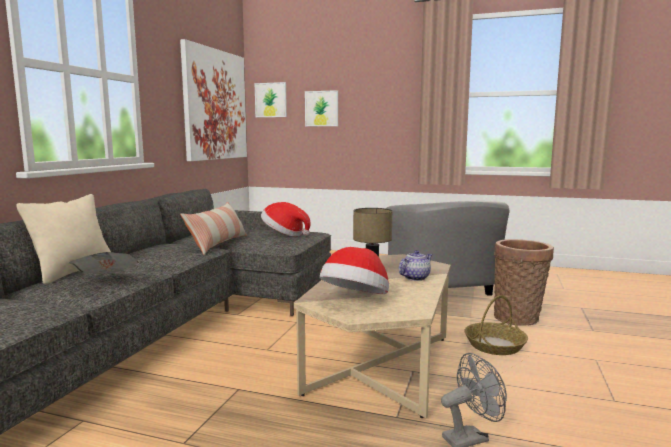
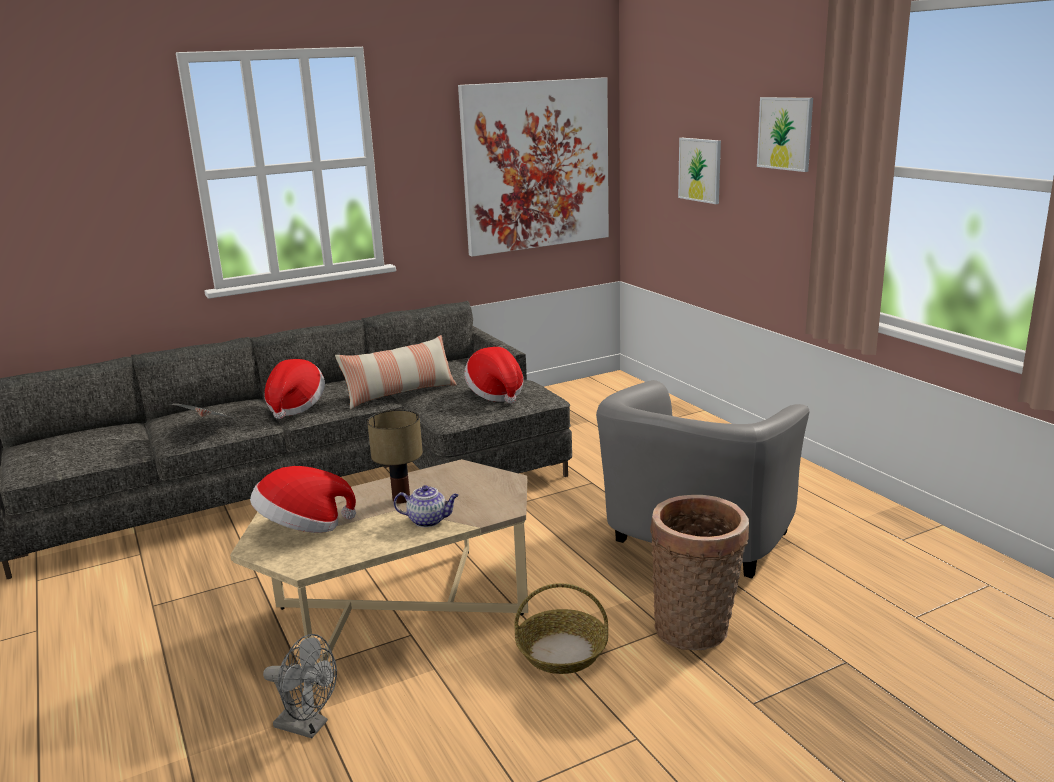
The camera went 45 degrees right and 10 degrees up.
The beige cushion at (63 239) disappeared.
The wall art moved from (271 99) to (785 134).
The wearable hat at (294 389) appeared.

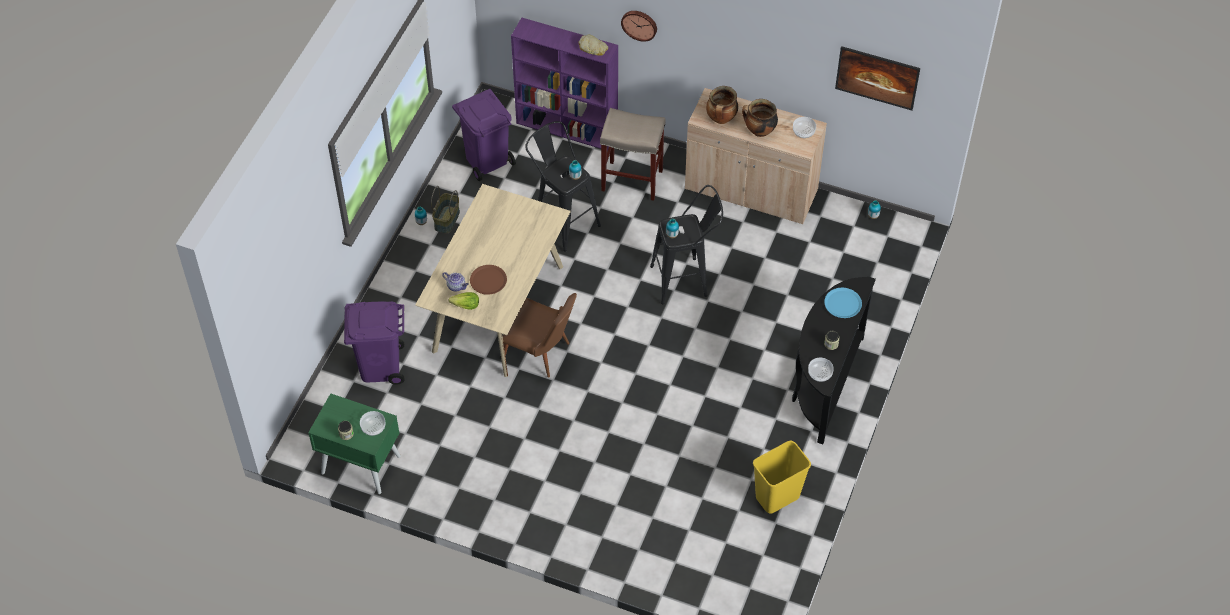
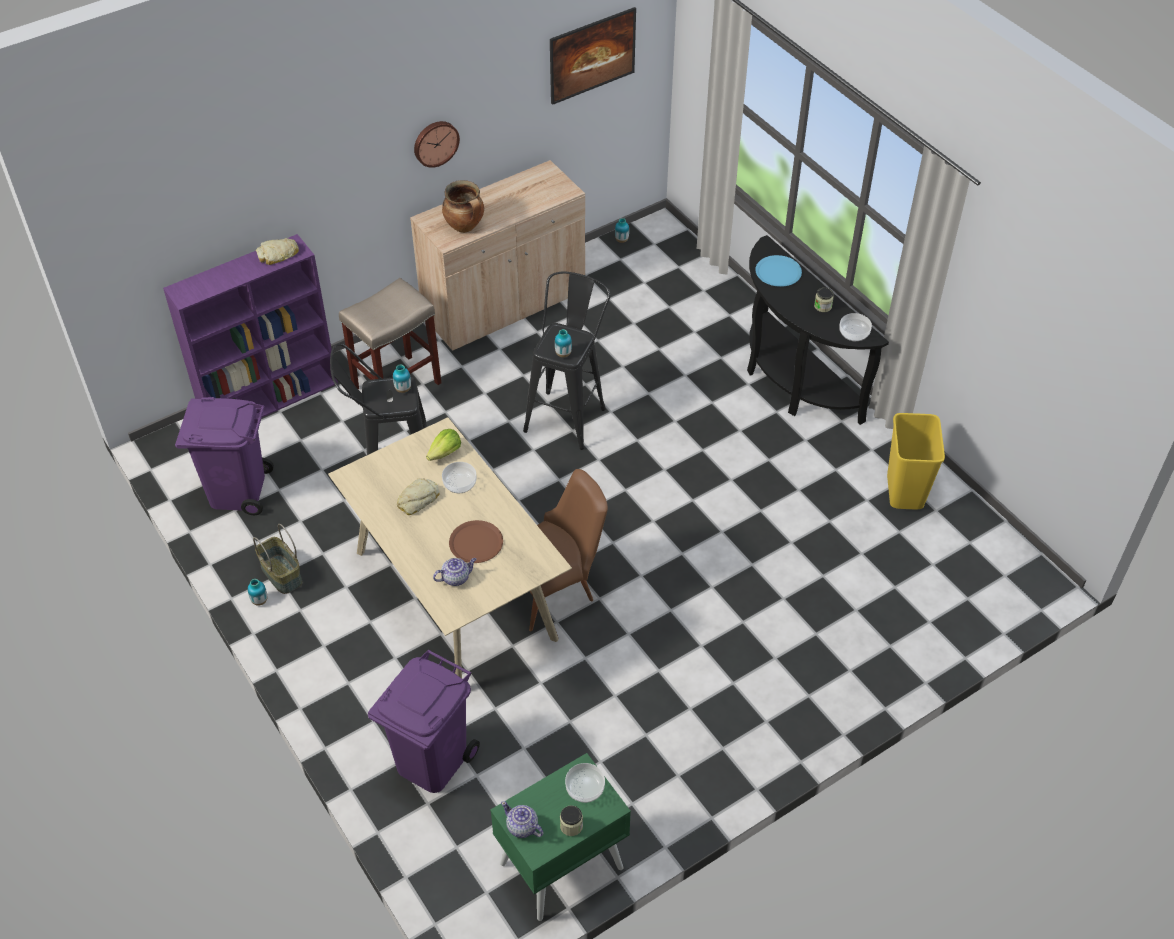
The camera went 55 degrees left and 5 degrees down.
The lettuce head moved from (463 301) to (443 445).
The hanging clock moved from (639 26) to (437 144).
The cooking pot at (760 118) disappeared.
The serving bowl moved from (804 127) to (459 477).
The bakery bread at (418 496) appeared.
The pot for tea at (522 819) appeared.

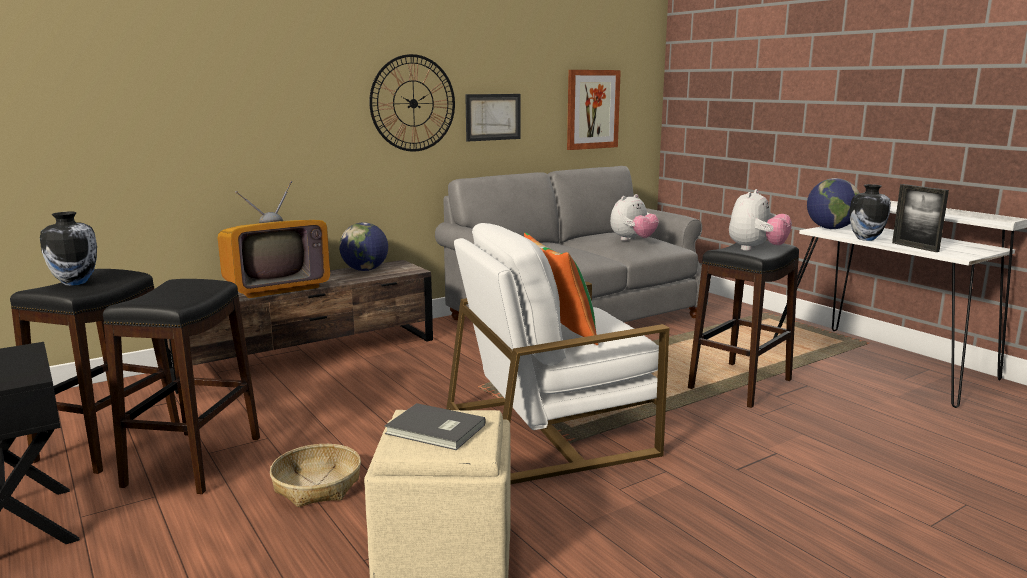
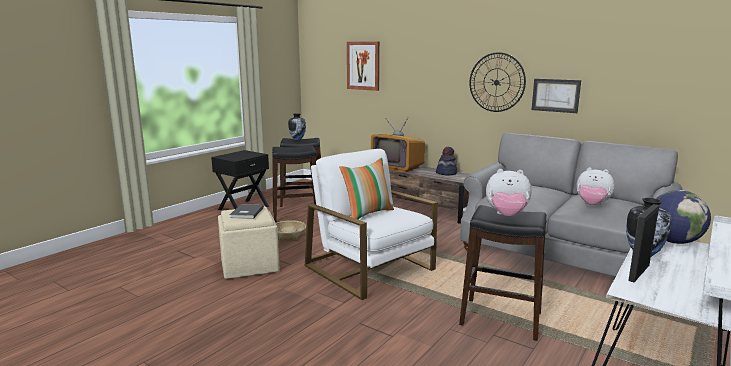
The camera went 70 degrees right and 0 degrees up.
The desk globe at (363 246) was replaced by the wearable hat at (446 161).
The wall art moved from (594 110) to (363 66).

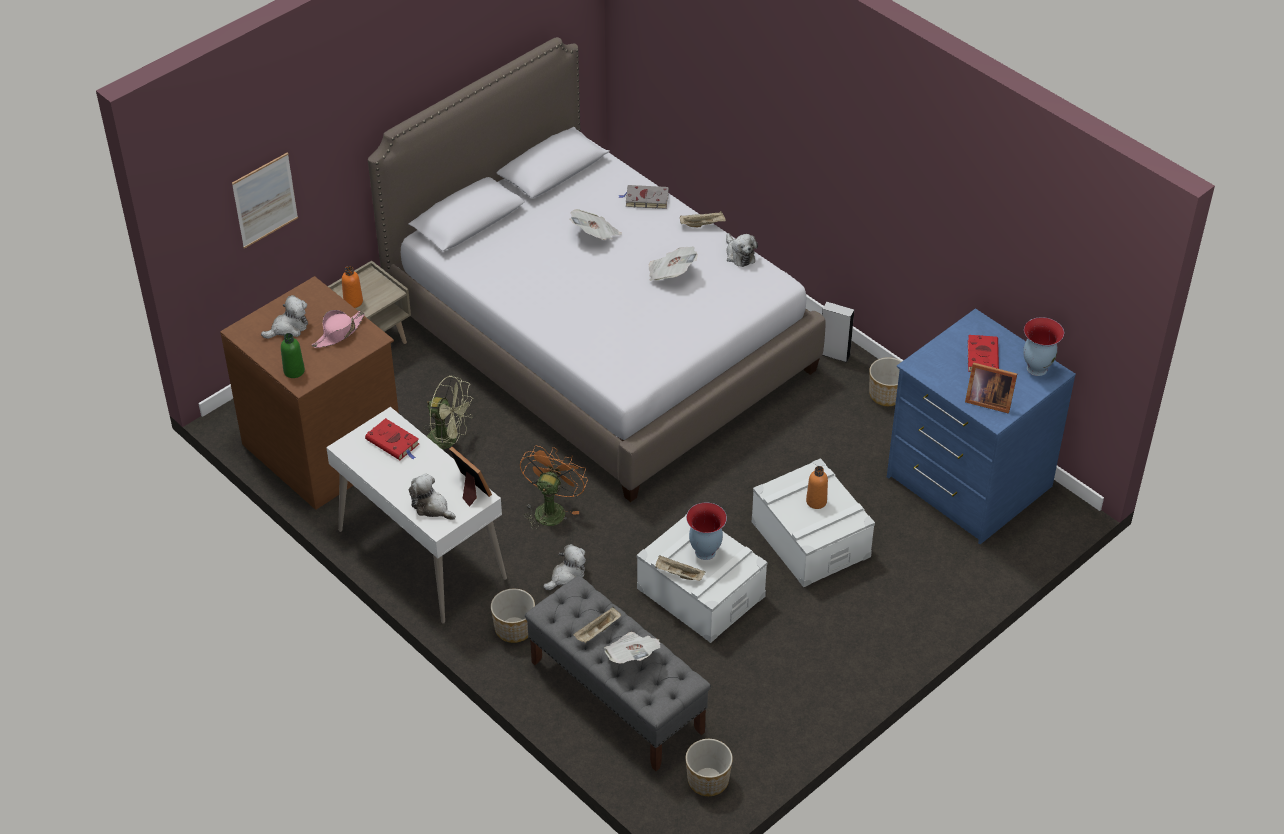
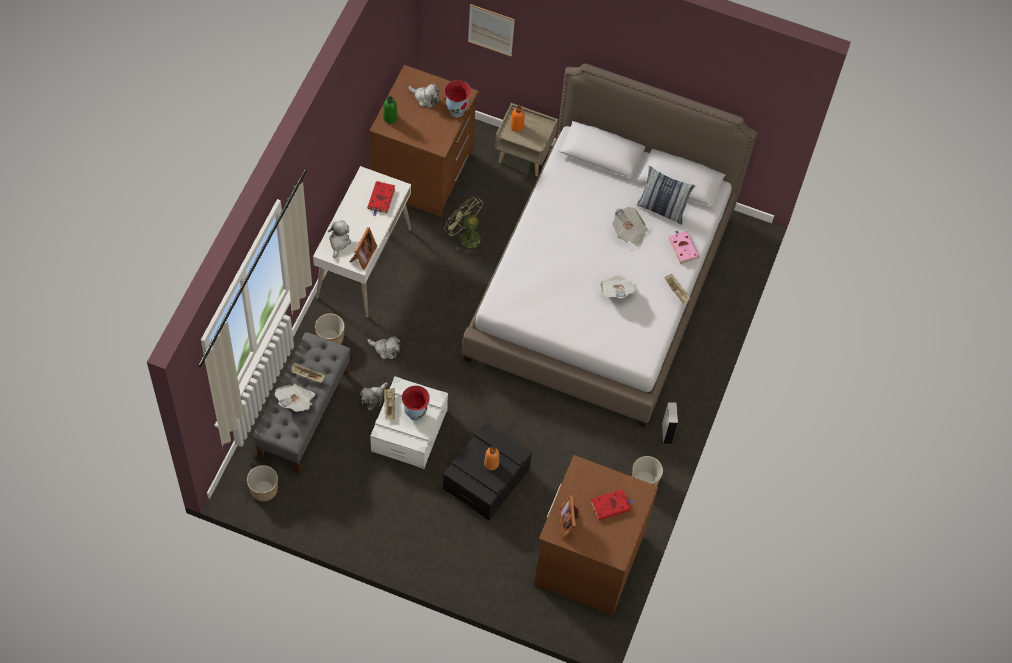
The camera went 60 degrees right and 15 degrees up.
The pink wearable hat at (338 329) disappeared.
The green-coloured electric fan at (448 412) turned 135 degrees clockwise.
The orange electric fan at (554 488) disappeared.
The grey book at (644 197) became the pink book at (684 247).
The soft toy moved from (742 250) to (374 396).
The white storage box at (813 522) became the black storage box at (487 471).
The blue dresser at (981 426) became the brown-coloured dresser at (596 535).
The decorative vase moved from (1043 346) to (457 98).
The cushion at (666 195) appeared.

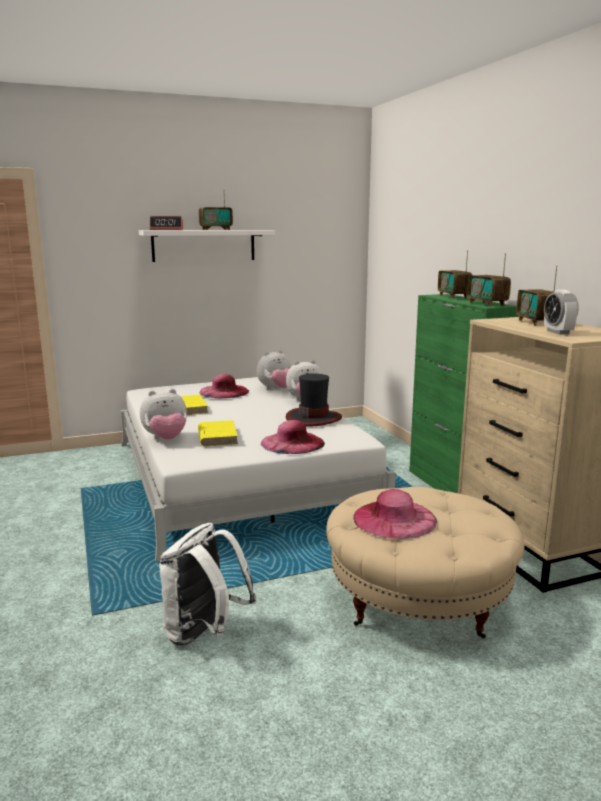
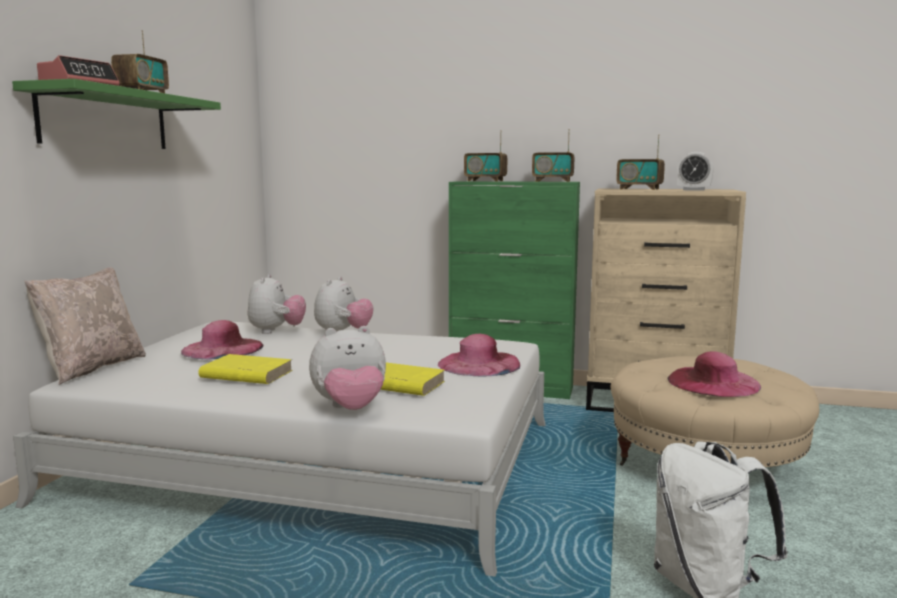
The camera went 55 degrees left and 5 degrees down.
The white bracket shelf at (207 246) became the green-coloured bracket shelf at (116 114).
The soft toy at (163 414) turned 60 degrees clockwise.
The wearable hat at (314 400) disappeared.
The beige cushion at (85 326) appeared.

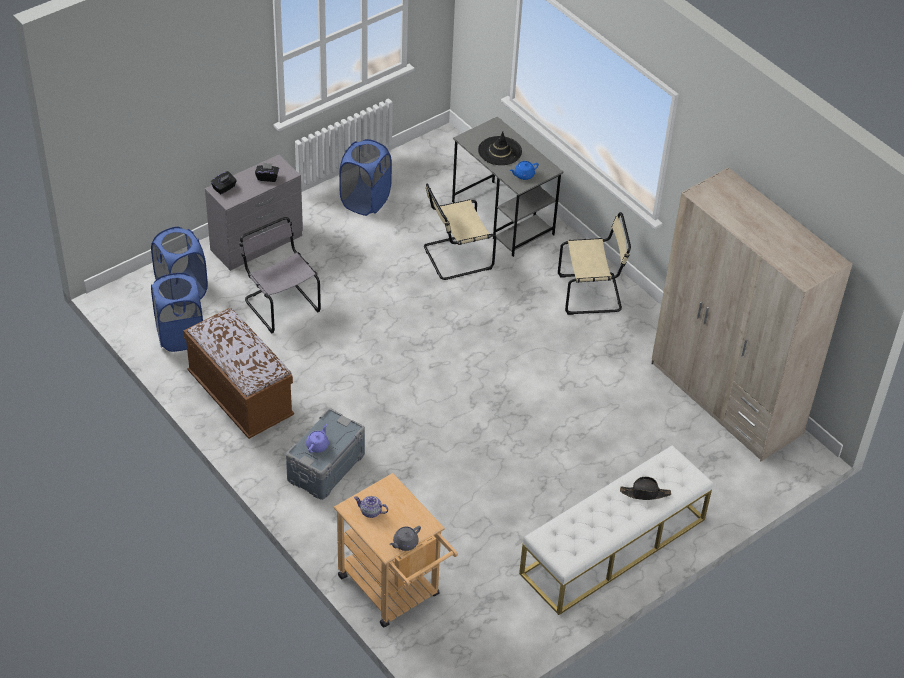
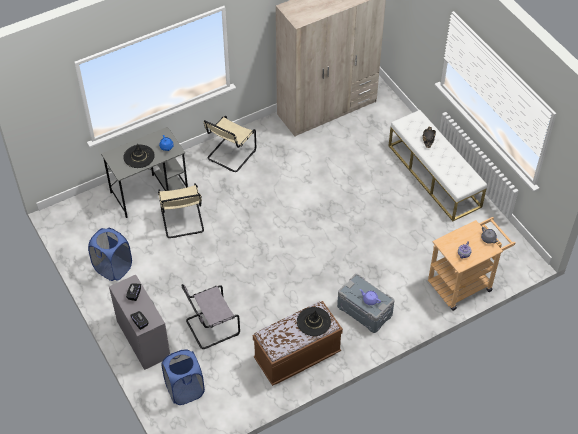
The camera went 80 degrees left and 5 degrees up.
The blue laundry basket at (177 312) disappeared.
The beige upright chair at (594 263) turned 150 degrees counterclockwise.
The black wearable hat at (314 321) appeared.

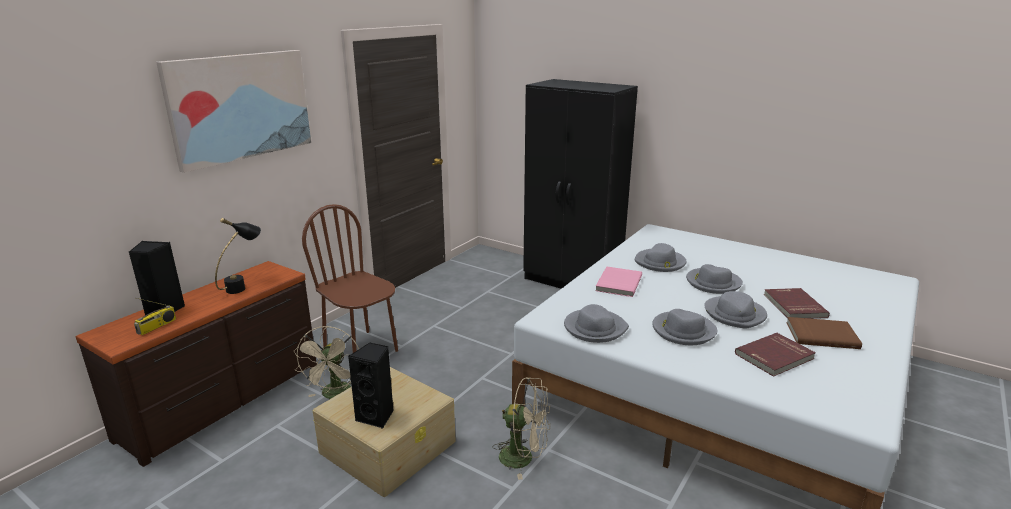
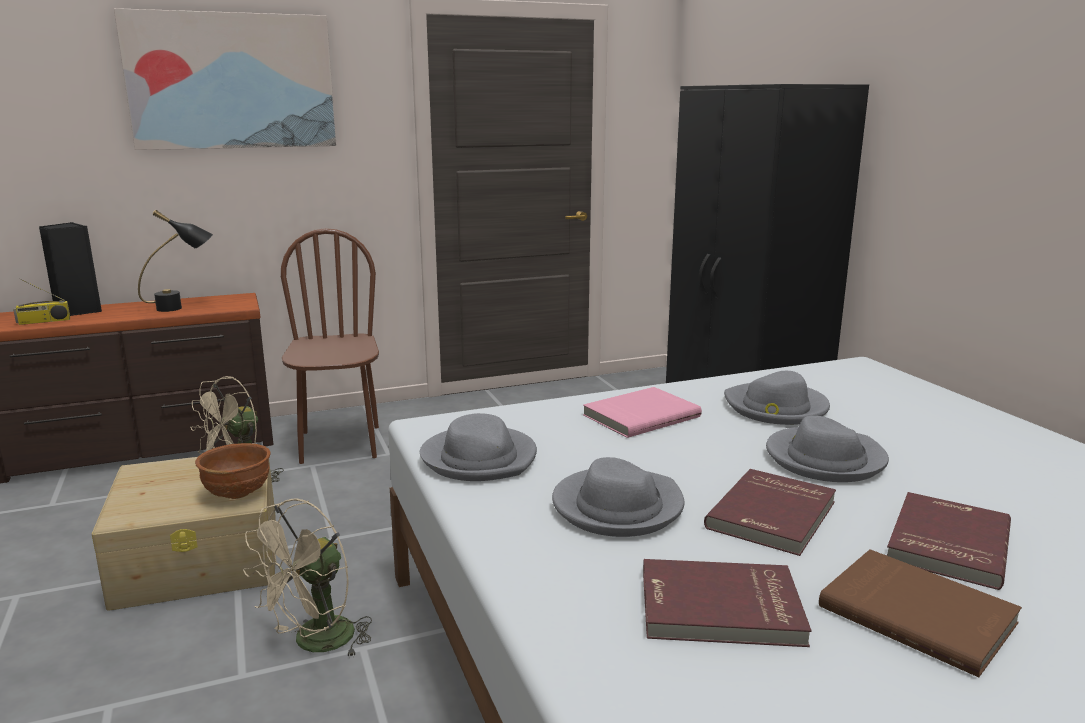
The camera went 35 degrees right and 5 degrees down.
The black audio speaker at (371 385) disappeared.
The beige electric fan at (521 428) turned 75 degrees clockwise.
The grey wearable hat at (735 310) was replaced by the reddish book at (770 512).
The brown-coloured serving bowl at (233 471) appeared.

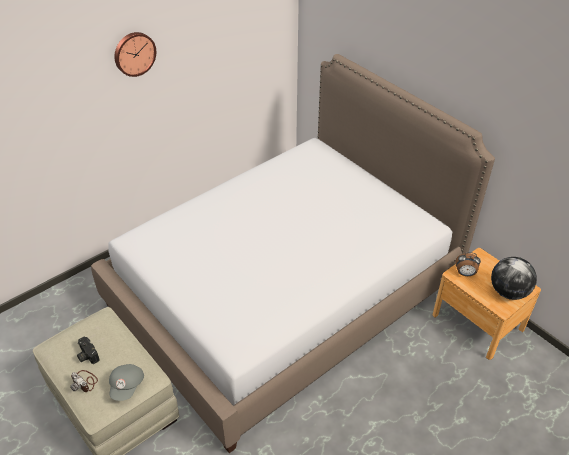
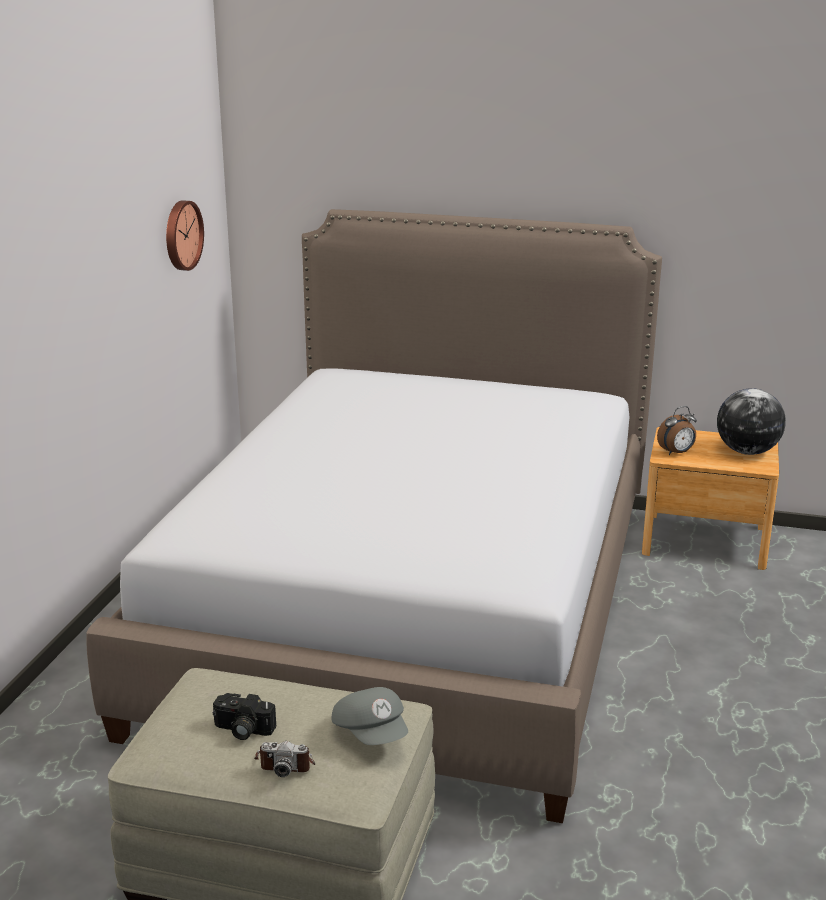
The camera went 35 degrees left and 20 degrees down.
The hanging clock moved from (135 54) to (185 235).

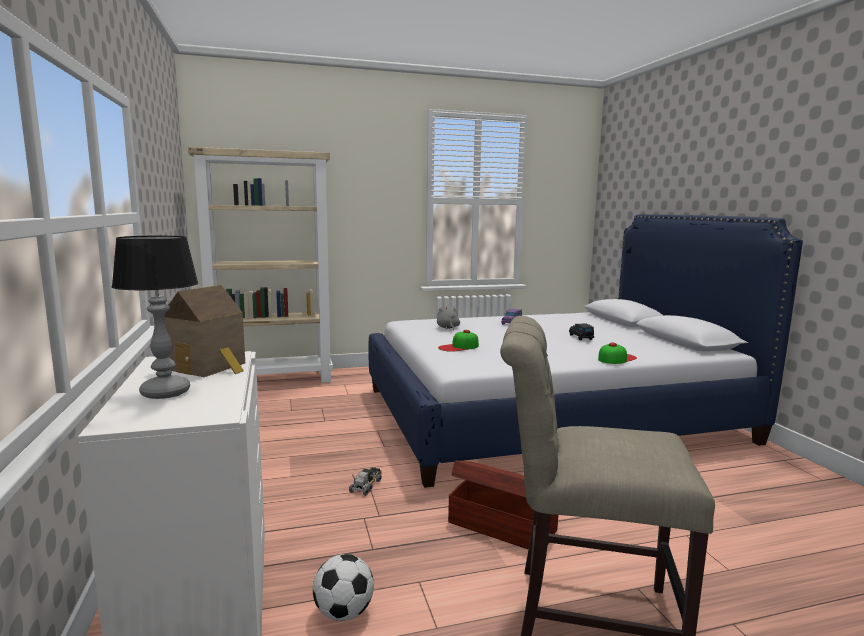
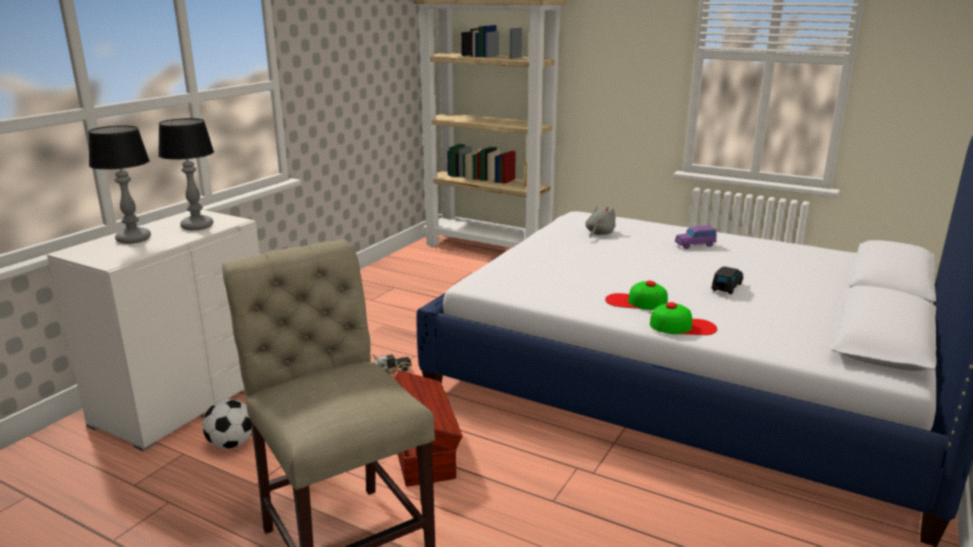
The camera went 45 degrees right and 10 degrees up.
The model house at (205 331) was replaced by the tabletop lamp at (186 174).
The peaked cap moved from (458 341) to (636 295).

